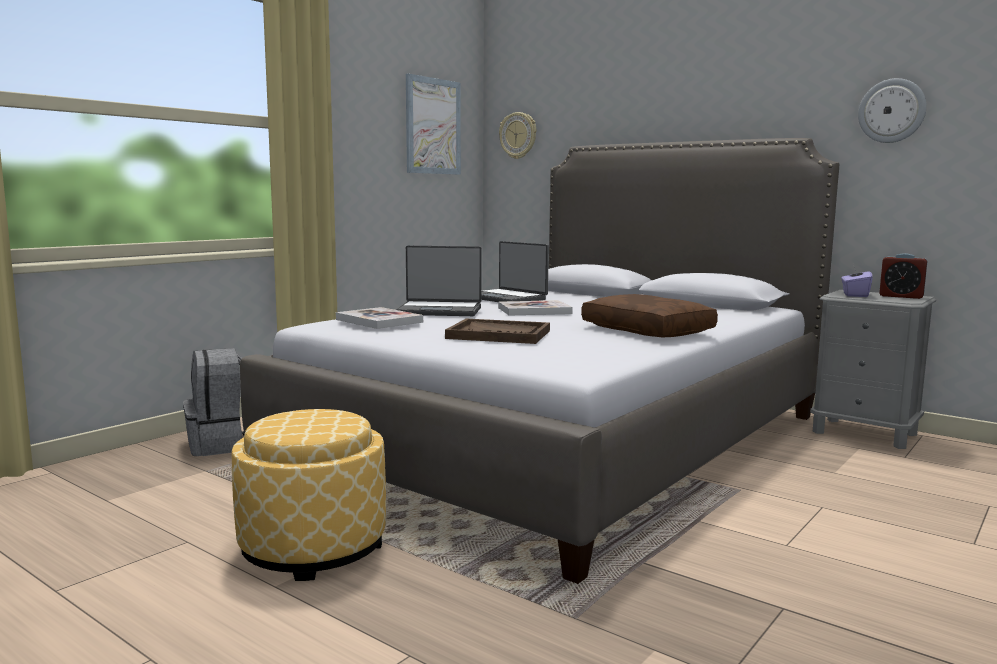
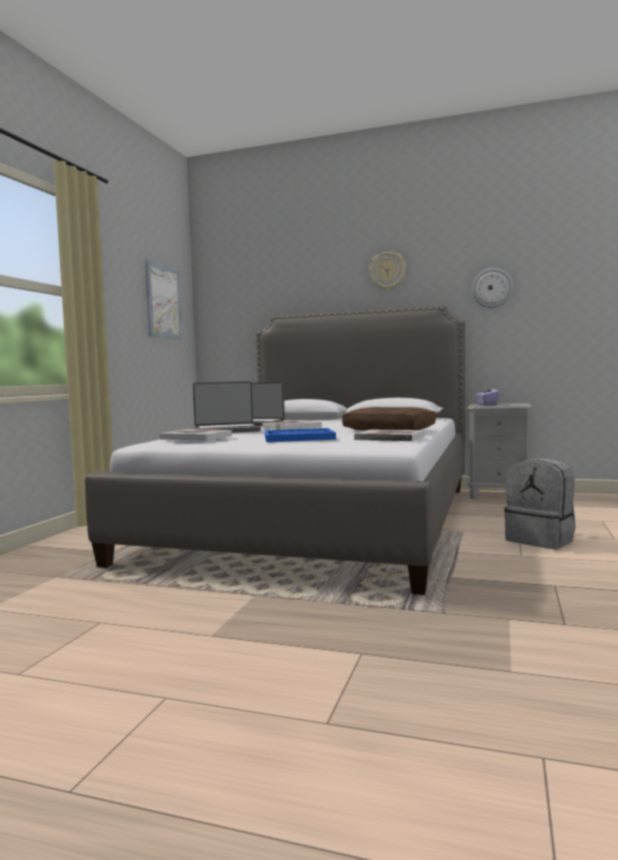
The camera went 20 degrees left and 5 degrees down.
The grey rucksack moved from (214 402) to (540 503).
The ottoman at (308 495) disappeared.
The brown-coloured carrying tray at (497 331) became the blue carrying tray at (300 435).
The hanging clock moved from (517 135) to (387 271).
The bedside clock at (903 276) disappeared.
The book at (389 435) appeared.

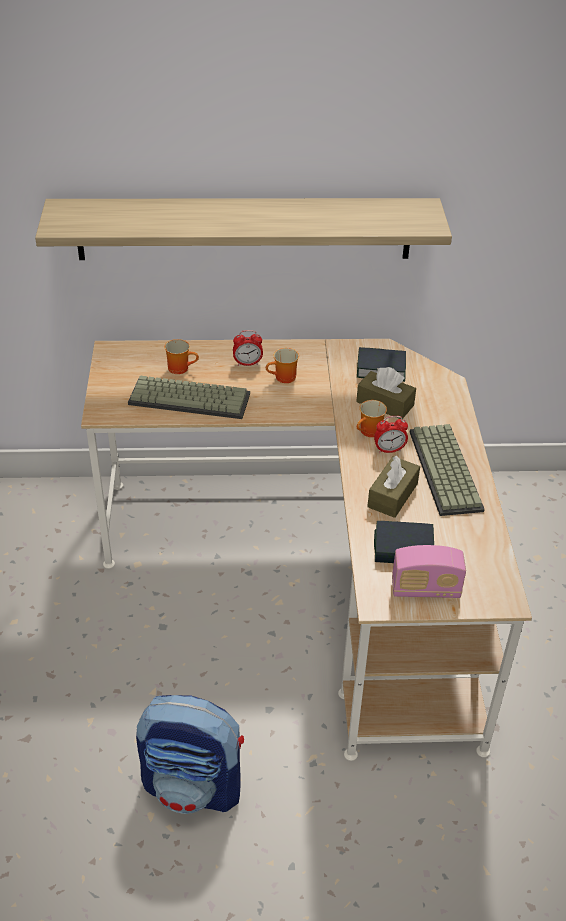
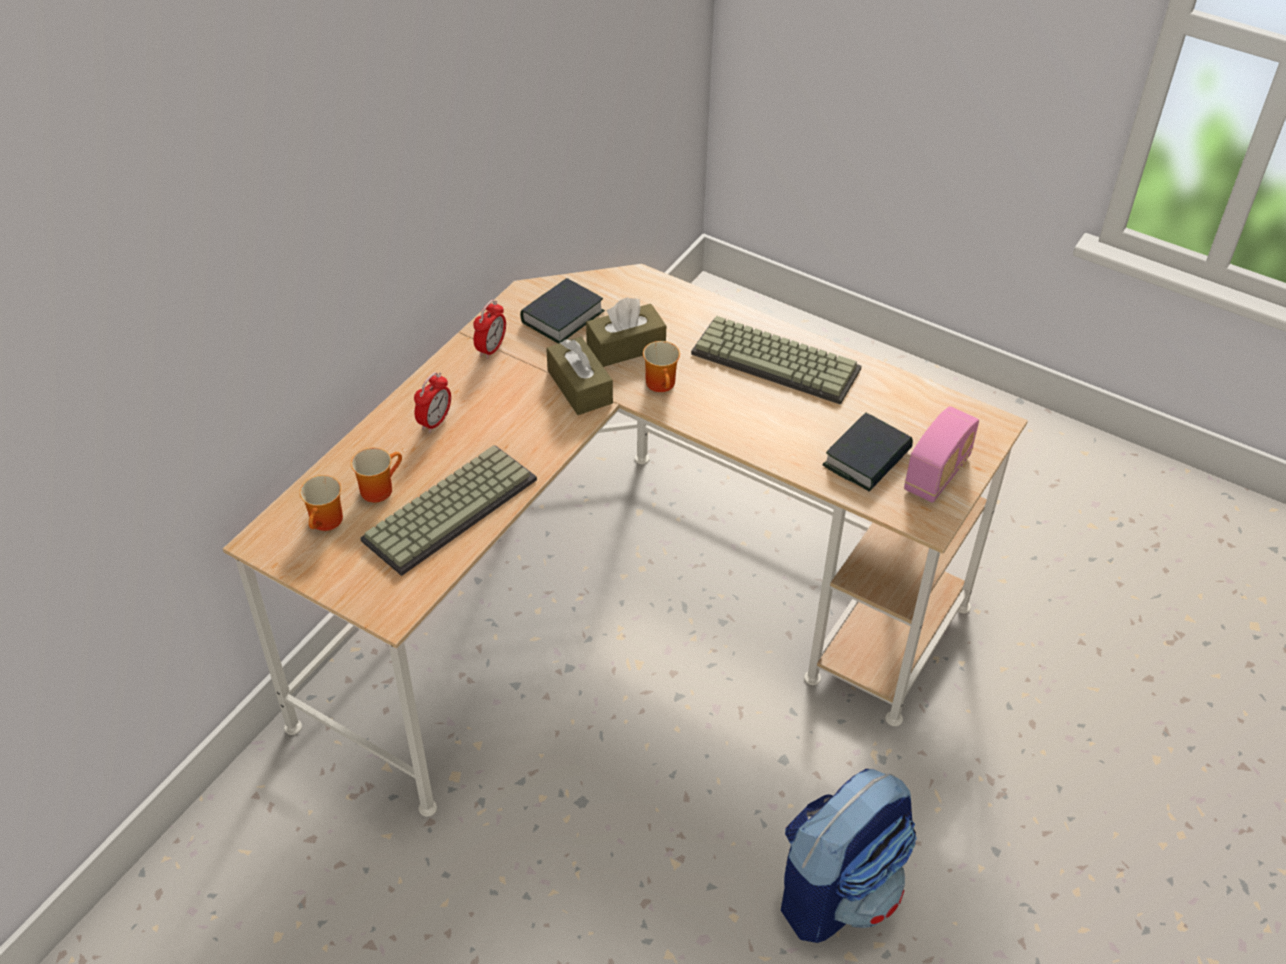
The camera went 55 degrees left and 5 degrees up.
The bracket shelf at (243 229) disappeared.
The coffee mug moved from (282 365) to (321 503).
The brown-coloured tissue box moved from (393 487) to (579 376).
The bedside clock moved from (391 434) to (489 329).

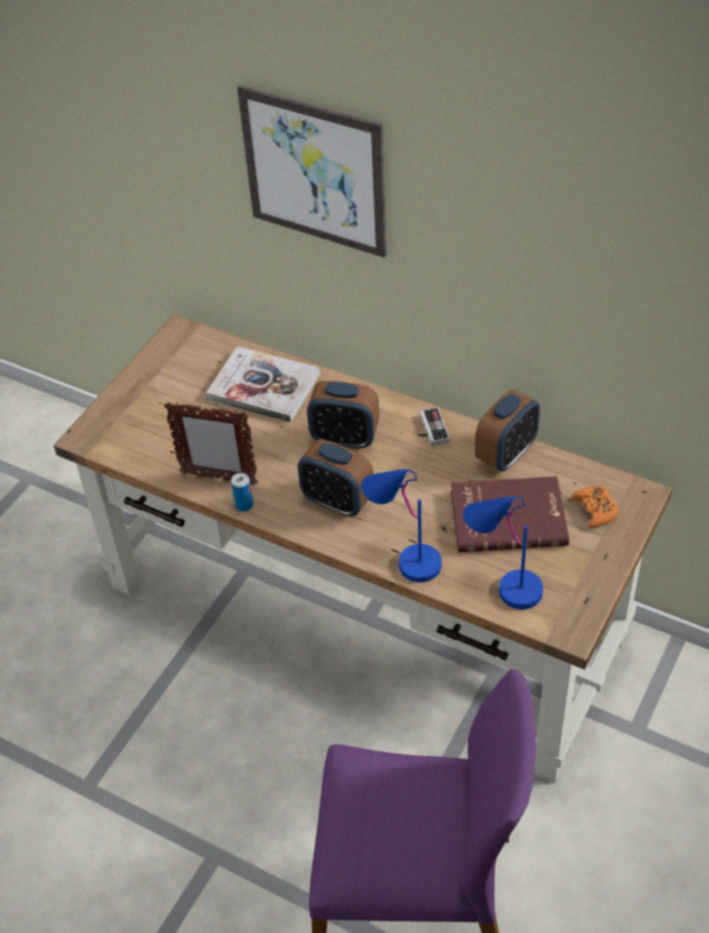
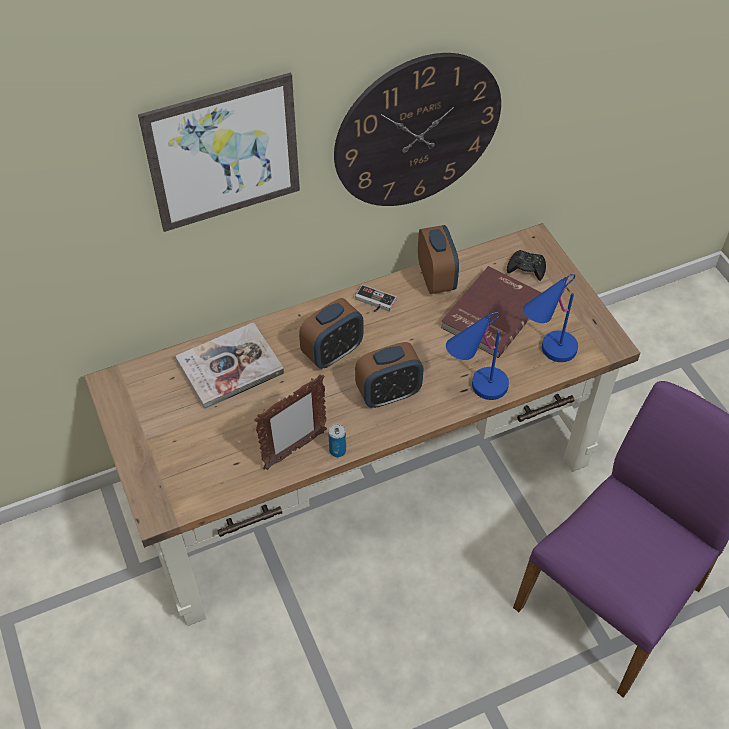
The camera went 55 degrees left and 5 degrees up.
The orange gamepad at (595 507) became the black gamepad at (526 265).
The hanging clock at (417 129) appeared.

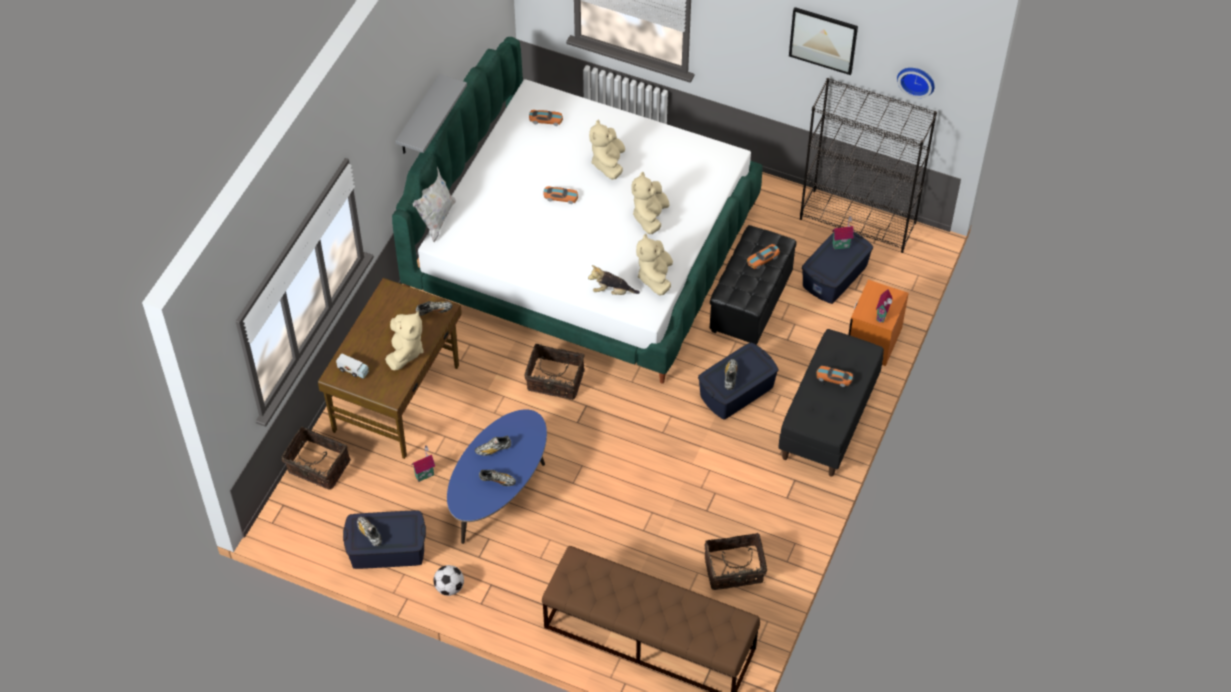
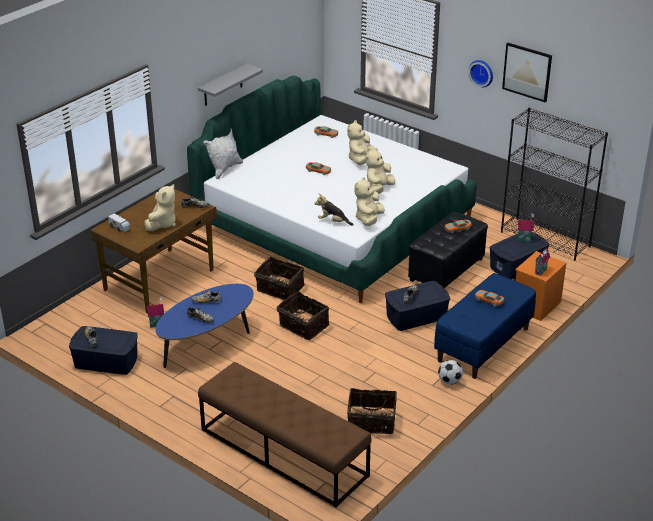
The camera went 15 degrees right and 20 degrees down.
The basket moved from (316 458) to (303 315).
The ball for football moved from (448 580) to (450 372).
The black long seat at (831 403) became the blue long seat at (485 326).
The hanging clock moved from (916 83) to (480 73).

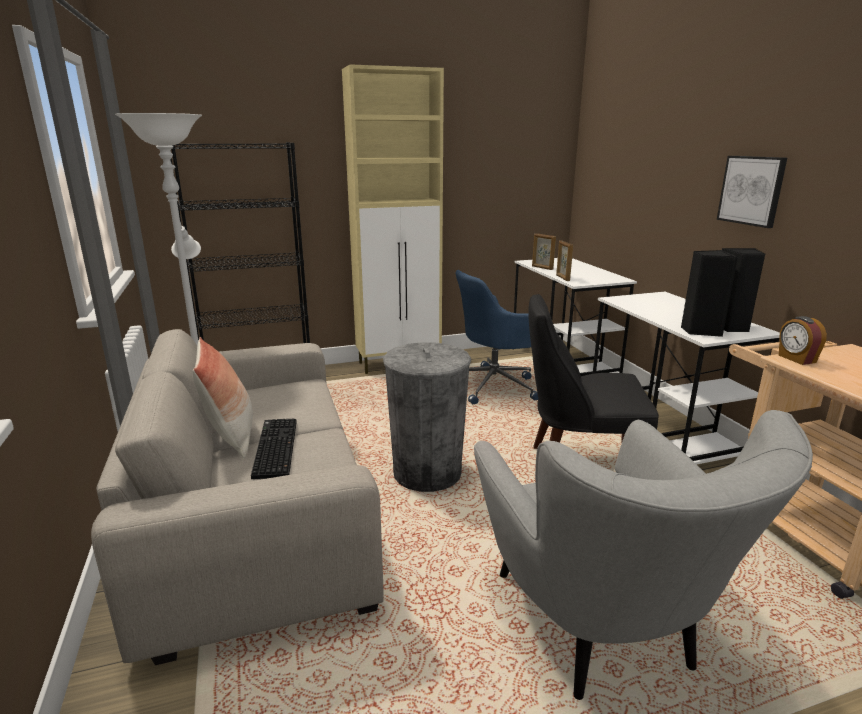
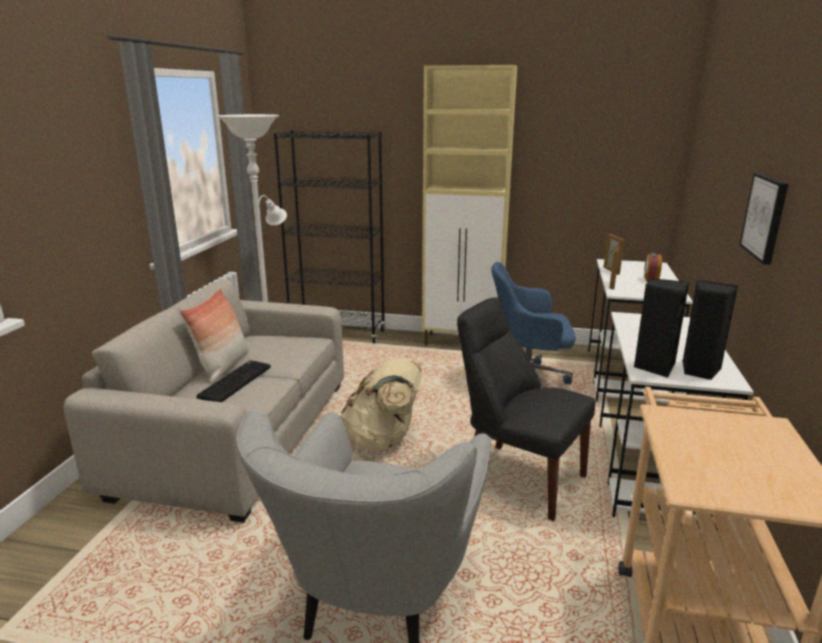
The camera went 30 degrees right and 0 degrees up.
The grey trash can at (427 417) was replaced by the beige rucksack at (381 404).
The bedside clock moved from (803 340) to (653 267).

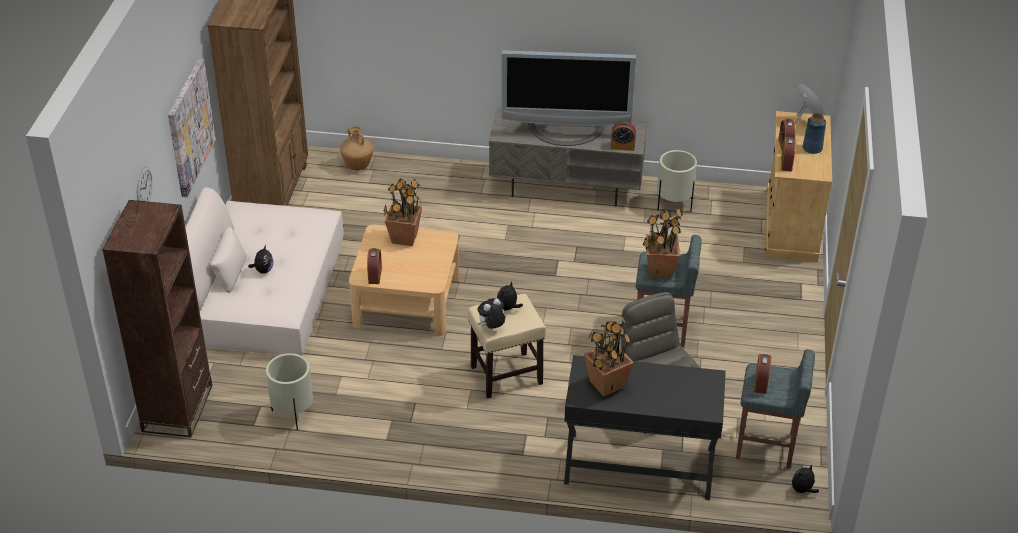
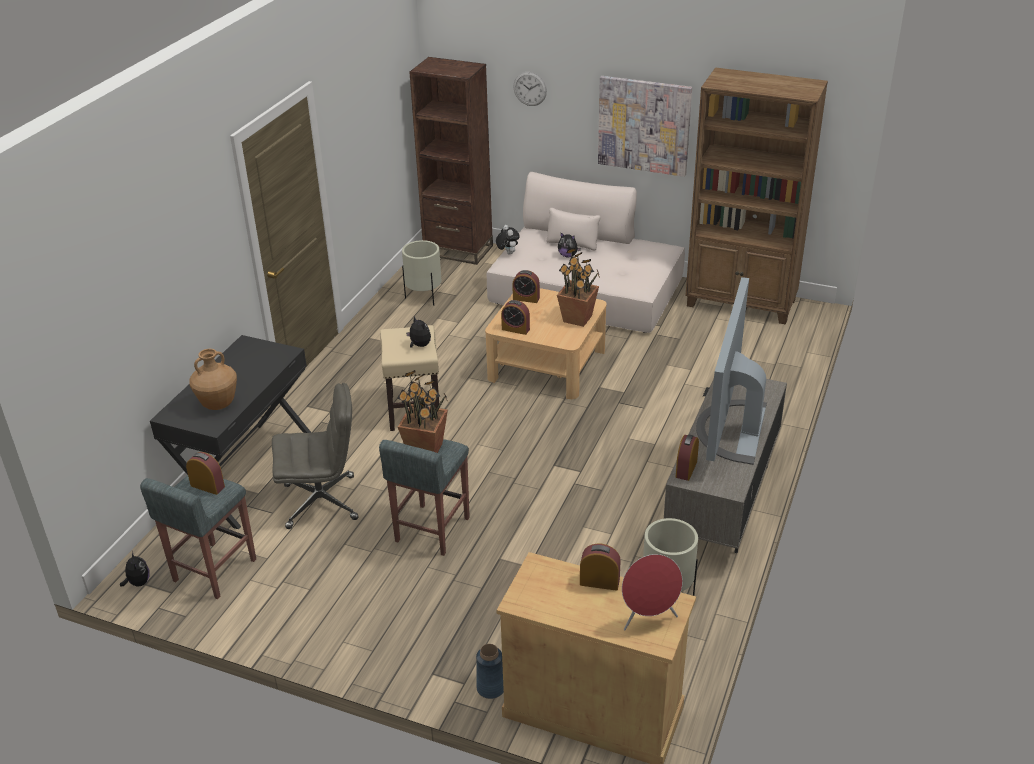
The camera went 105 degrees right and 5 degrees down.
The brown-coloured decorative vase moved from (356 148) to (213 379).
The soft toy moved from (491 313) to (508 239).
The potted plant at (609 356) disappeared.
The bedside clock moved from (788 153) to (515 317).
The blue decorative vase moved from (814 133) to (490 671).

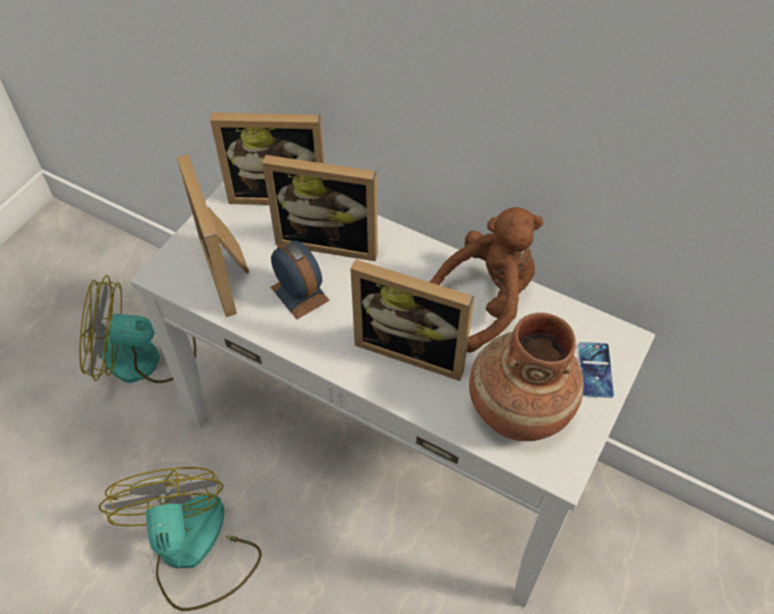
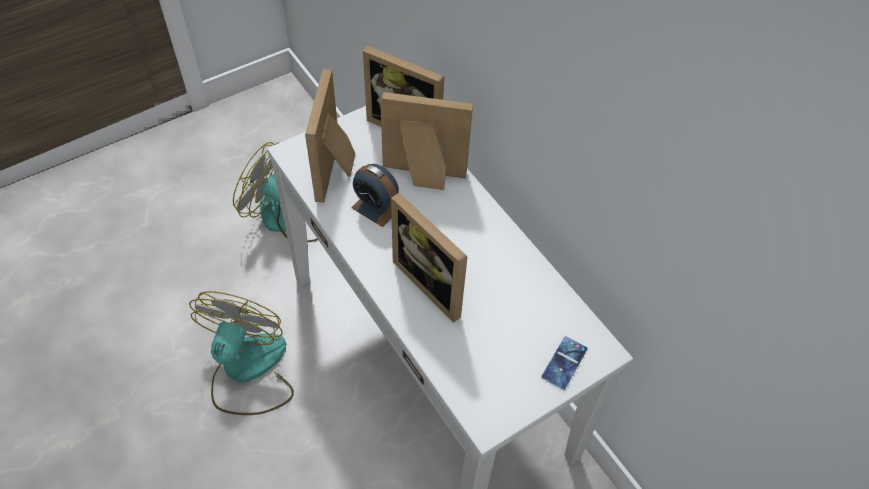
The camera went 25 degrees right and 0 degrees up.
The photo frame at (320 208) turned 150 degrees clockwise.
The bedside clock at (300 280) turned 135 degrees clockwise.
The brown-coloured soft toy at (486 280) disappeared.
The brown-coloured decorative vase at (526 376) disappeared.

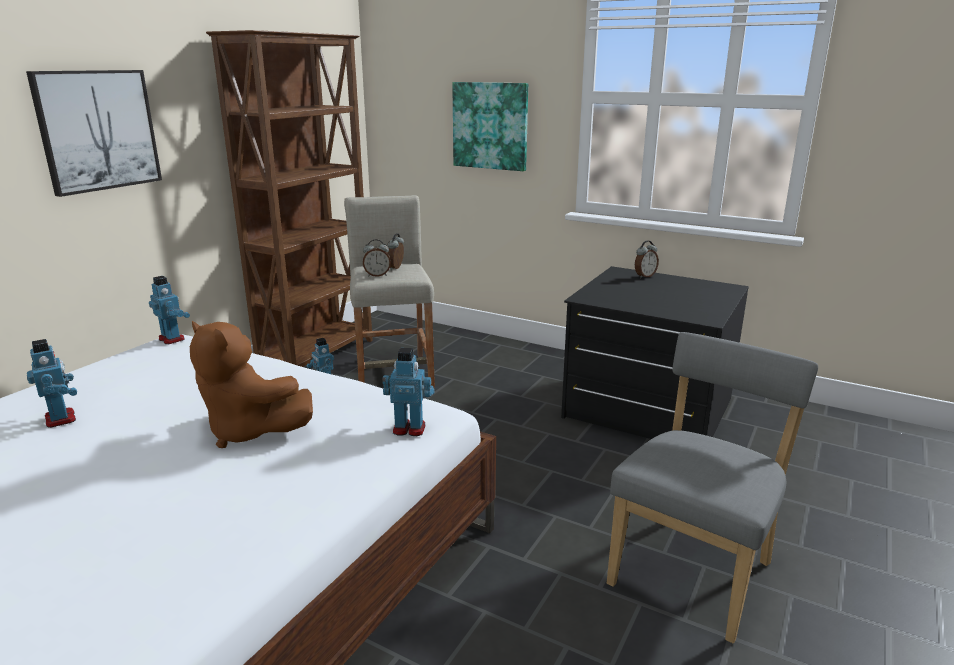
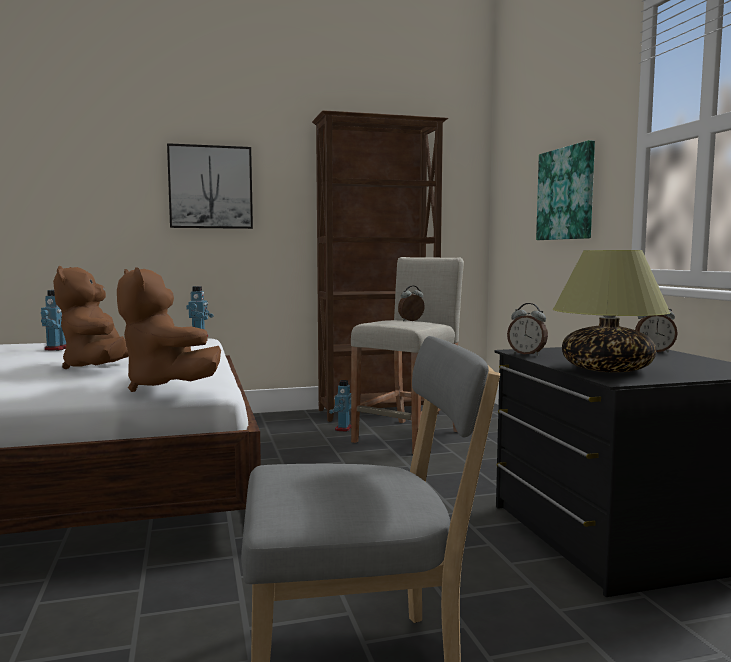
The camera went 45 degrees right and 15 degrees down.
The bedside clock moved from (377 258) to (527 329).
The toy robot at (408 392) was replaced by the brown-coloured soft toy at (169 329).
The tabletop lamp at (611 311) appeared.

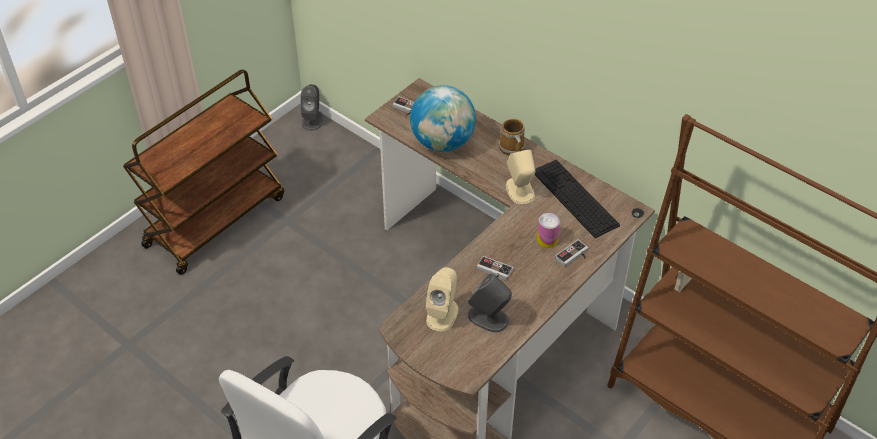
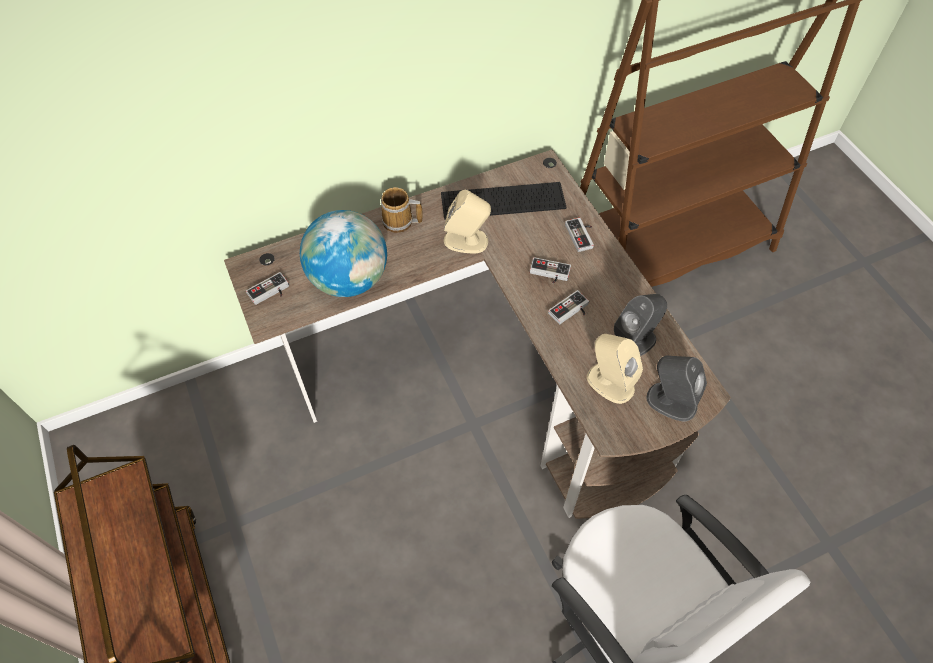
The camera went 65 degrees left and 10 degrees up.
The grey audio speaker moved from (311 107) to (676 388).
The sealed can at (548 230) disappeared.
The gamepad at (550 270) appeared.

